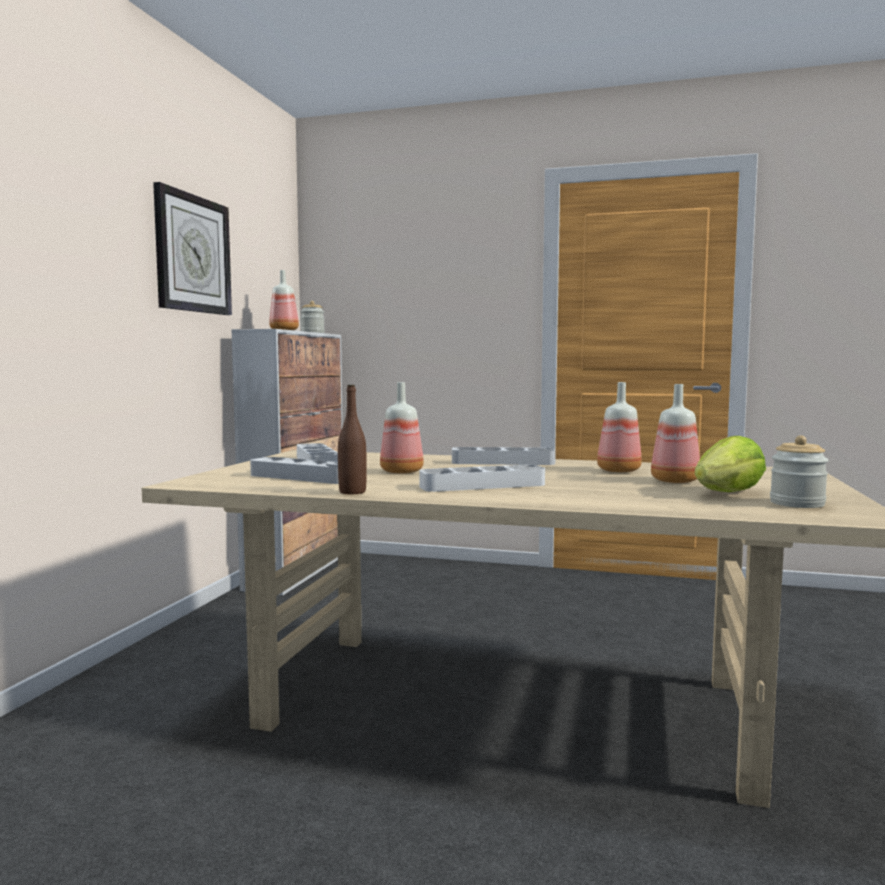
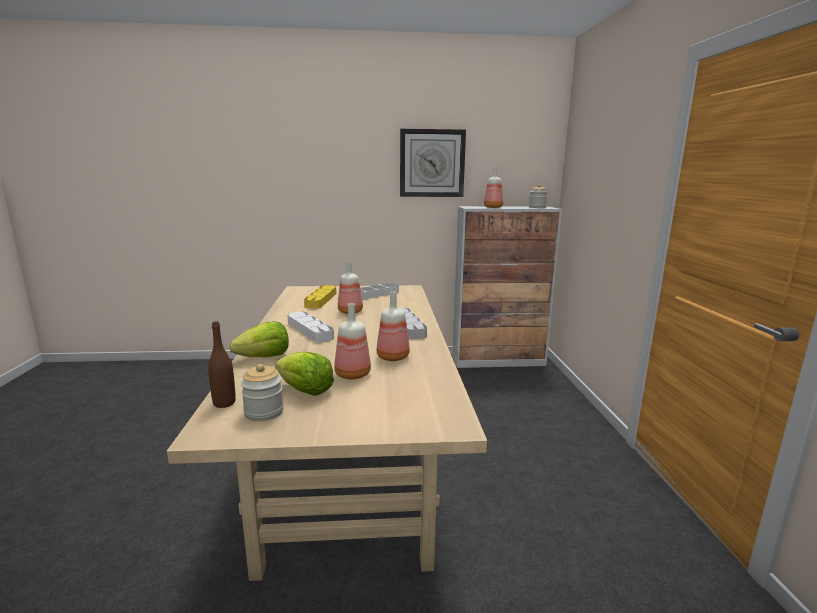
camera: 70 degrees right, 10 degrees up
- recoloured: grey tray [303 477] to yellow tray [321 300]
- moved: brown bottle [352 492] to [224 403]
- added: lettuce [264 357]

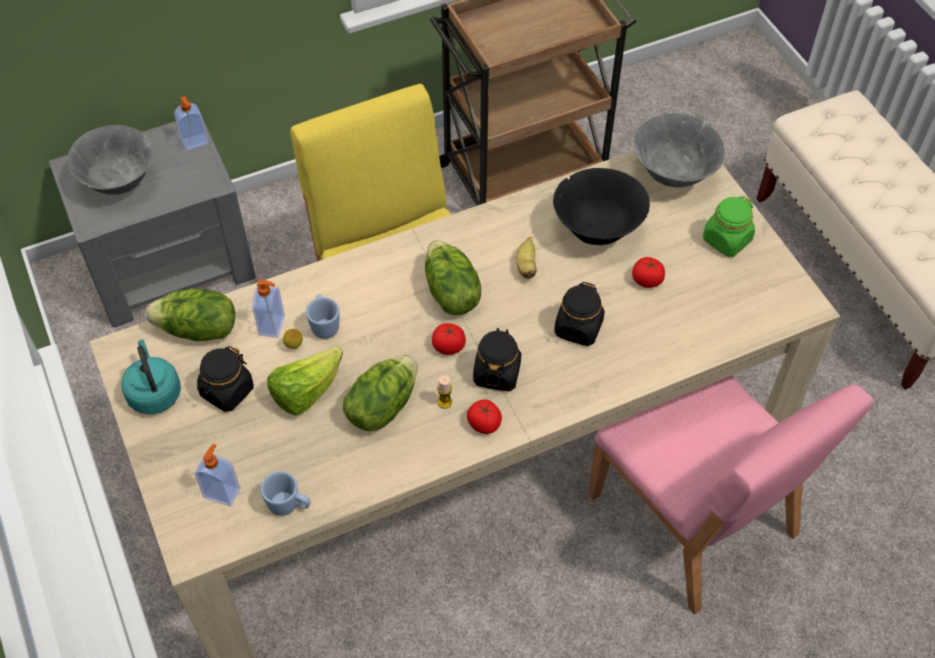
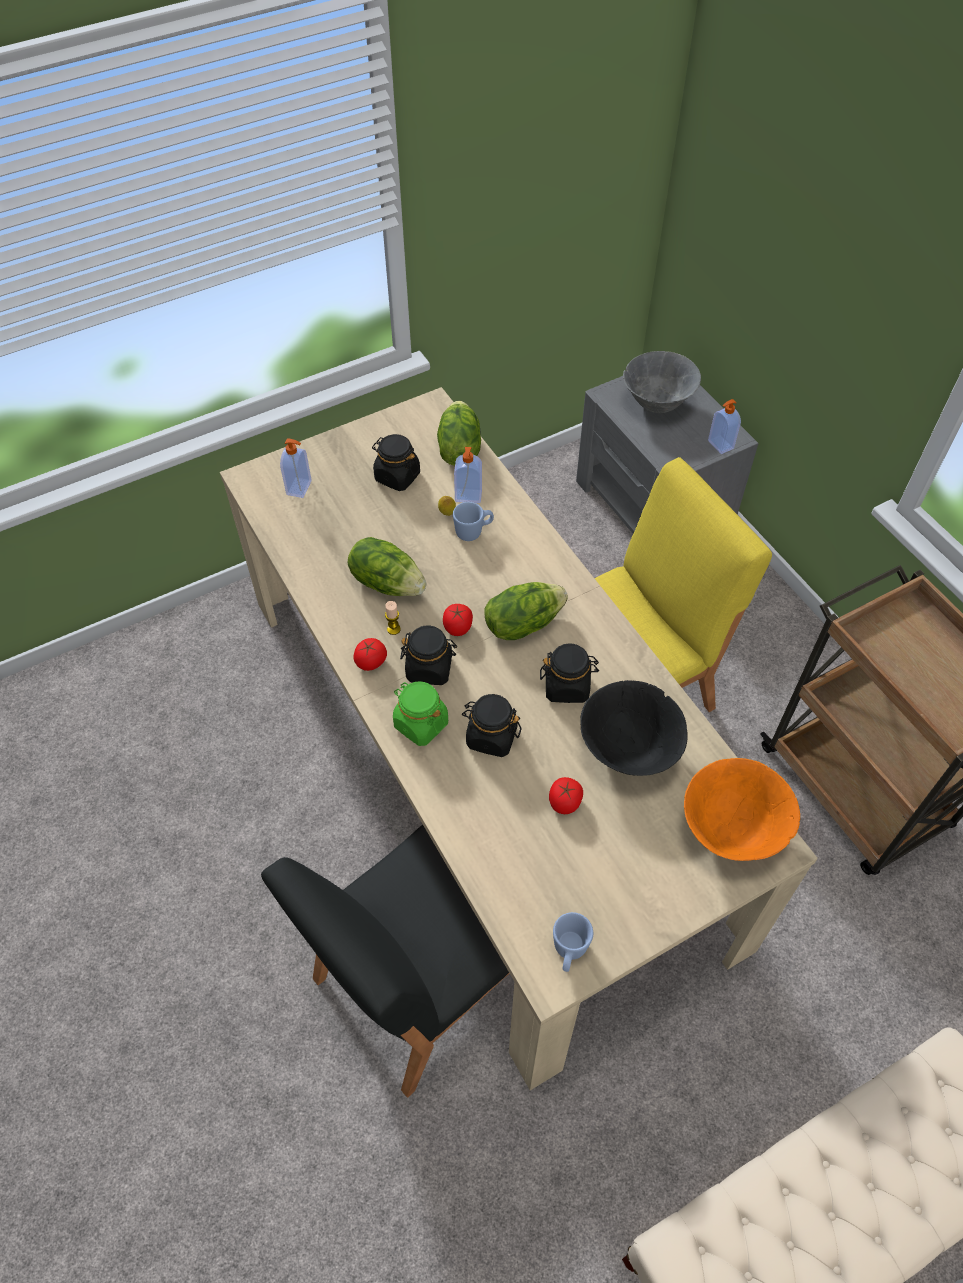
camera: 85 degrees right, 0 degrees up
- removed: turquoise kettle [154 392]
- moved: blue mug [289 505] to [569 951]
- removed: lettuce [306 392]
- replaced: banana [526 266] to black jar [567 686]
- recoloured: pink chair [693 517] to black chair [422 979]
- recoloured: grey bowl [673 175] to orange bowl [731 830]
- moved: green jar [726 240] to [420 724]

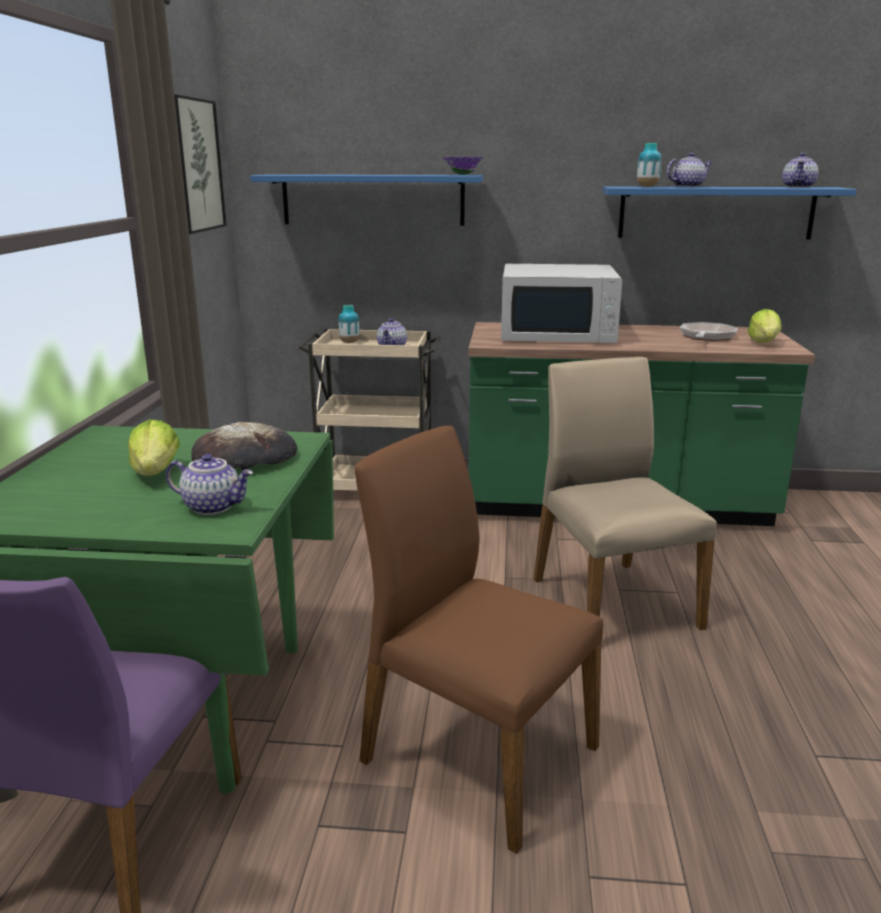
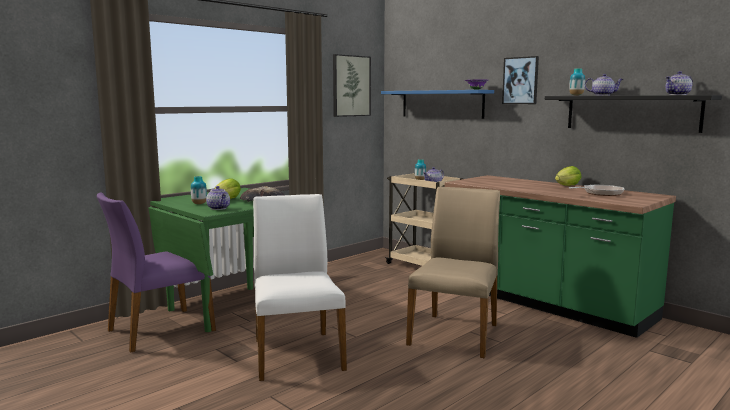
camera: 40 degrees right, 10 degrees down
- recoloured: brown chair [476 754] to white chair [296 354]
- removed: white microwave [558 333]
- recoloured: blue shelf [715 212] to black shelf [631 113]
- moved: lettuce [764 343] to [567 186]
- added: vase [199 204]
- added: picture [520 80]

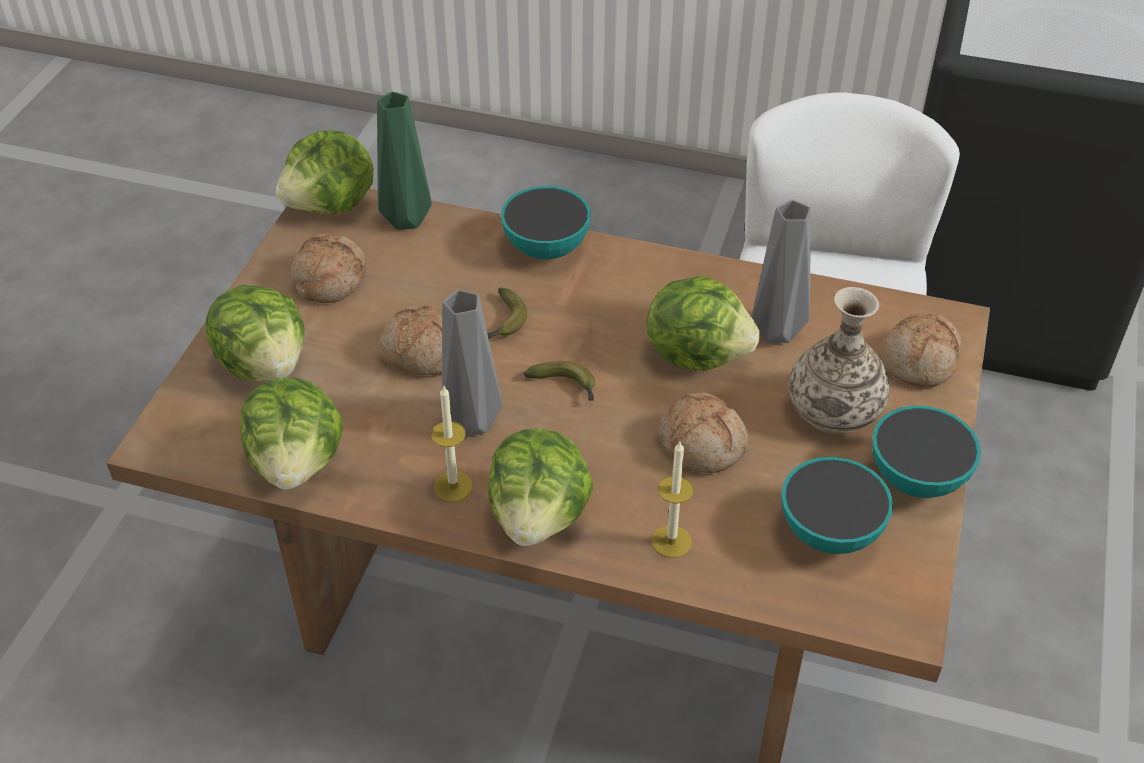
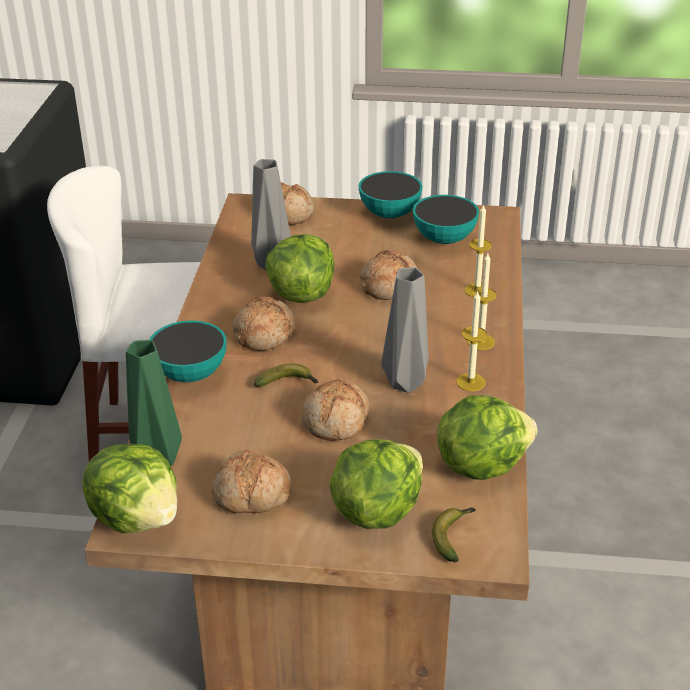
camera: 100 degrees left, 10 degrees down
- replaced: lettuce [539 517] to candle [481 341]
- moved: banana [566 386] to [454 536]
- removed: vase [834 410]
- added: bread [263 334]

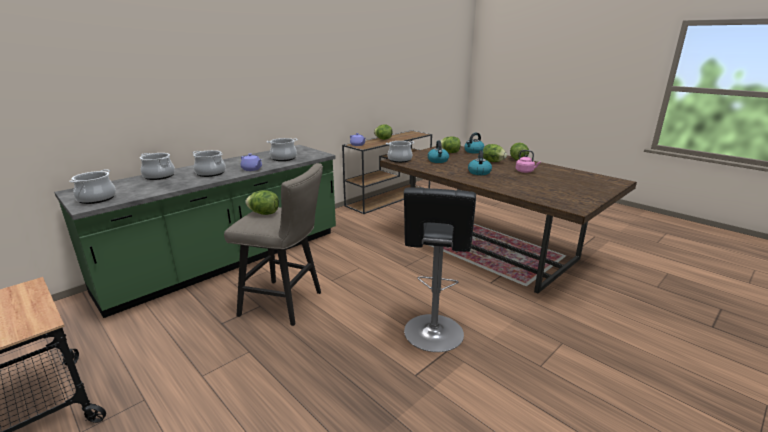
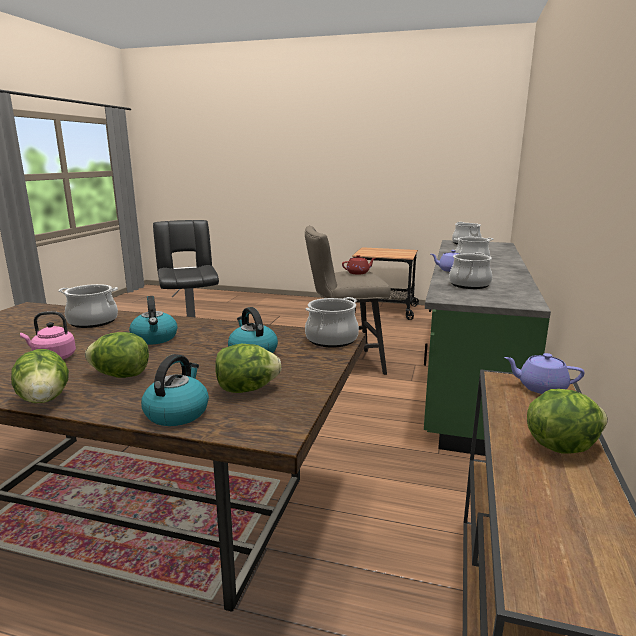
camera: 150 degrees right, 5 degrees down
- moved: cooking pot [159 176] to [93 321]
- replaced: lettuce [264 213] to red teapot [358 273]

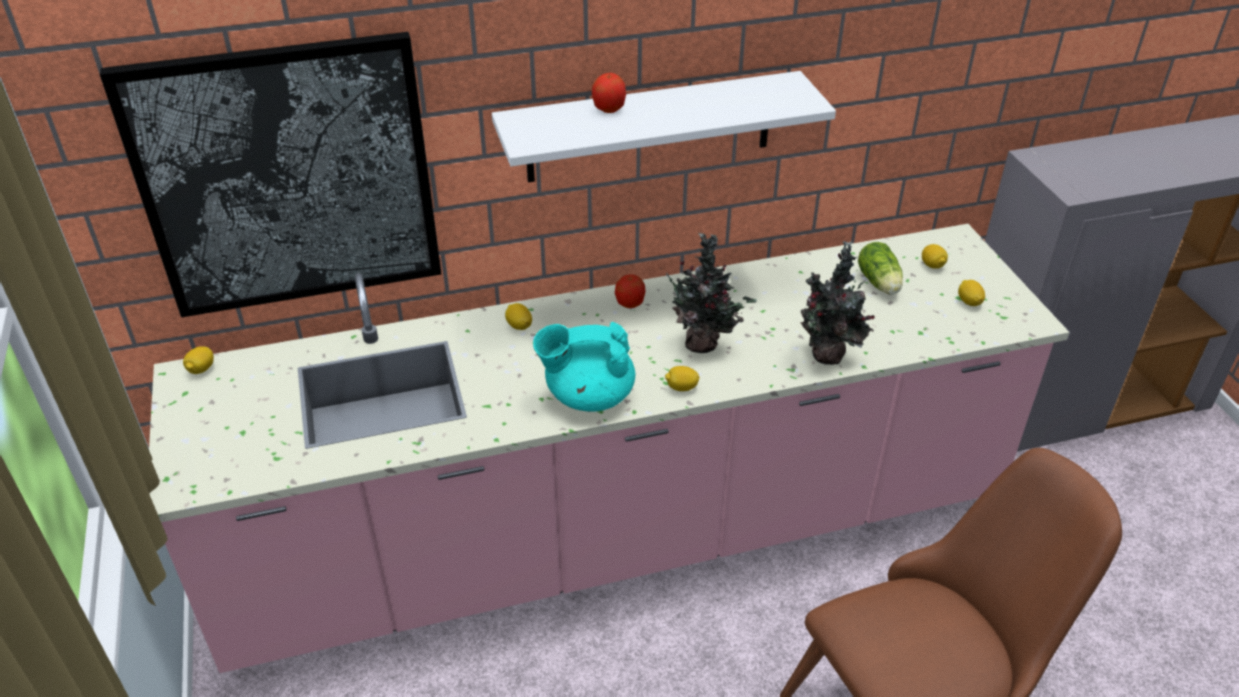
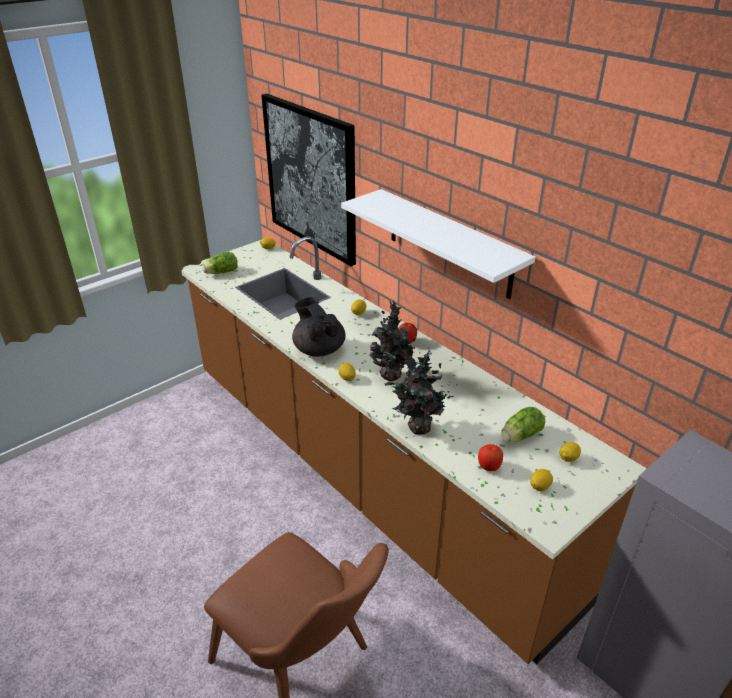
camera: 65 degrees right, 5 degrees down
- recoloured: pink counter [619 536] to brown counter [366 473]
- recoloured: turquoise teapot [588 396] to black teapot [319 349]
- moved: apple [609 109] to [489 466]
- added: lettuce [220 272]

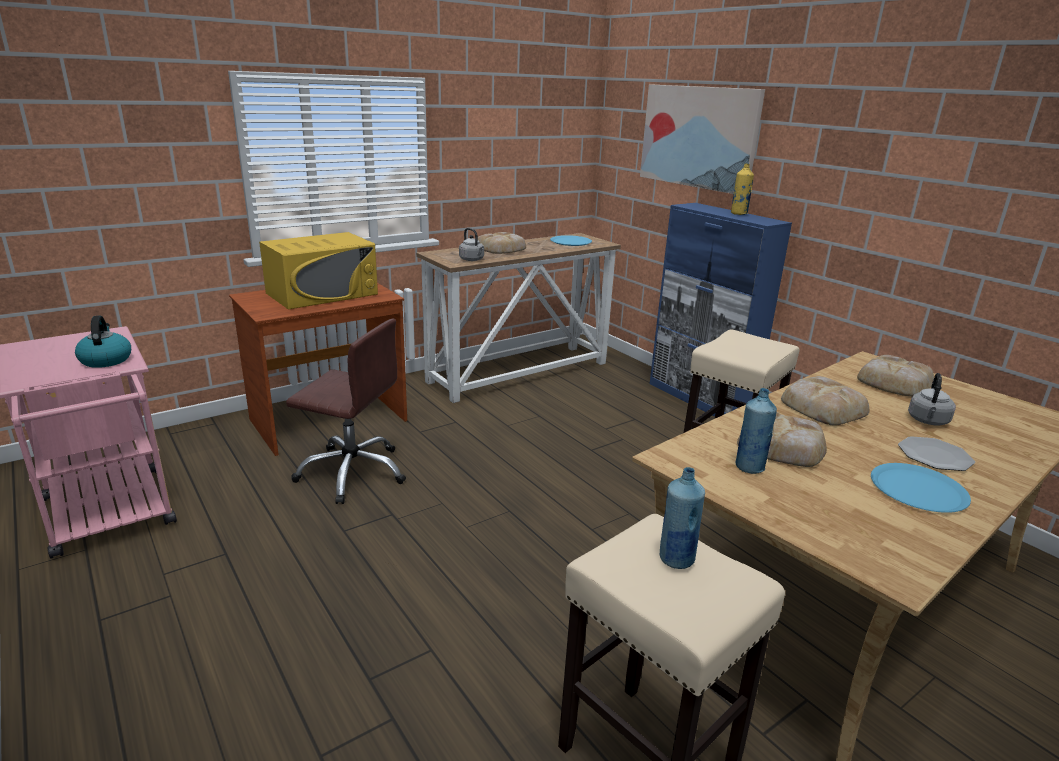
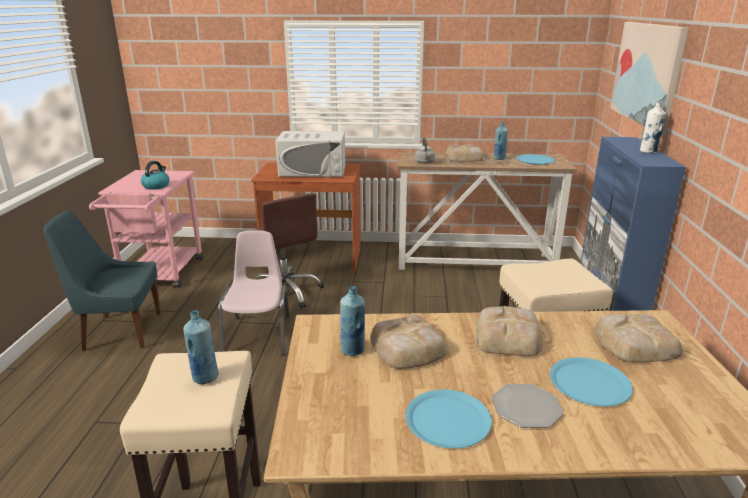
camera: 40 degrees right, 0 degrees up
- recoloured: yellow microwave [322 293] to white microwave [313 170]
- recoloured: yellow bottle [739 214] to white bottle [648 152]
- replaced: grey kettle [927 421] to blue plate [589 383]
- added: blue chair [119 331]
- added: pink chair [258 335]
- added: blue bottle [499 158]

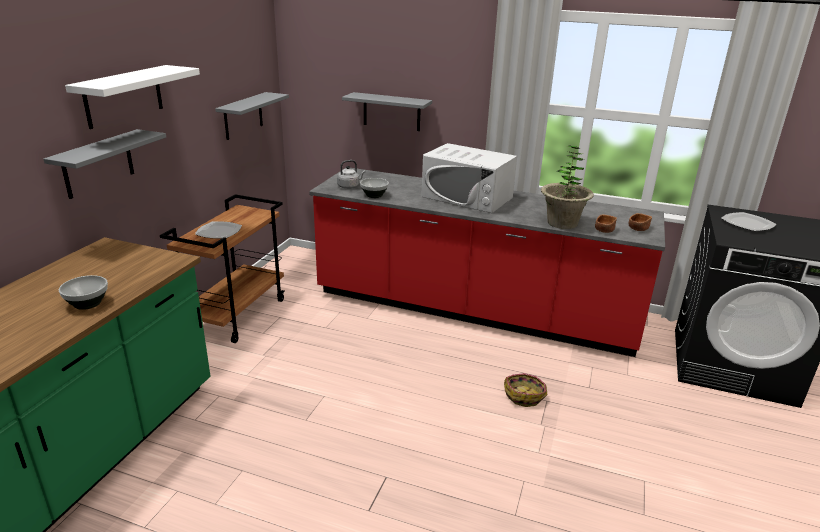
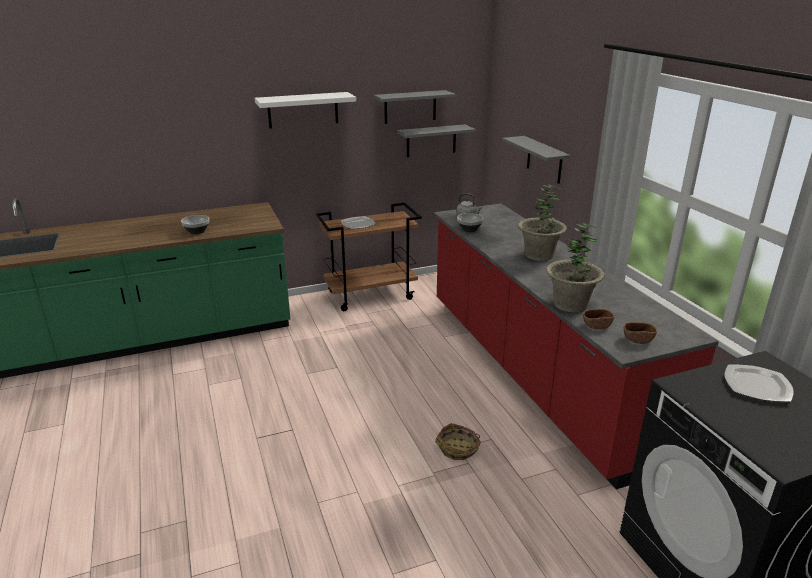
camera: 50 degrees right, 0 degrees up
- moved: grey shelf [98 164] to [410 107]
- replaced: white microwave [467 197] to potted plant [539 255]

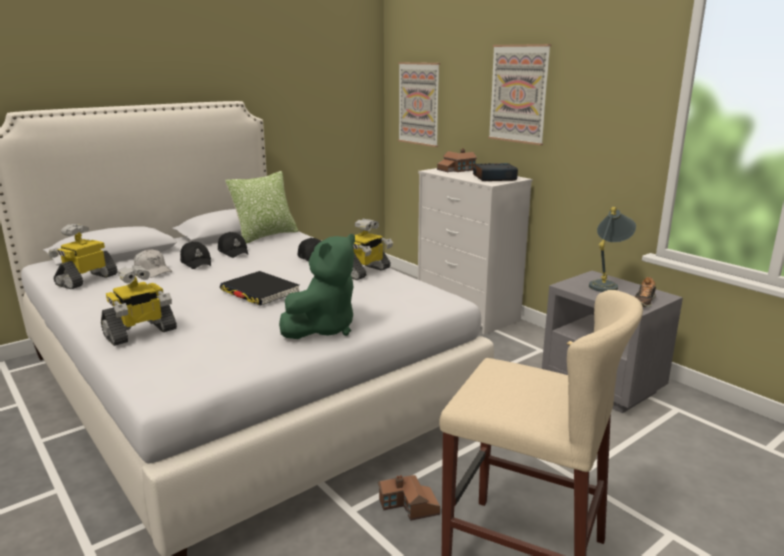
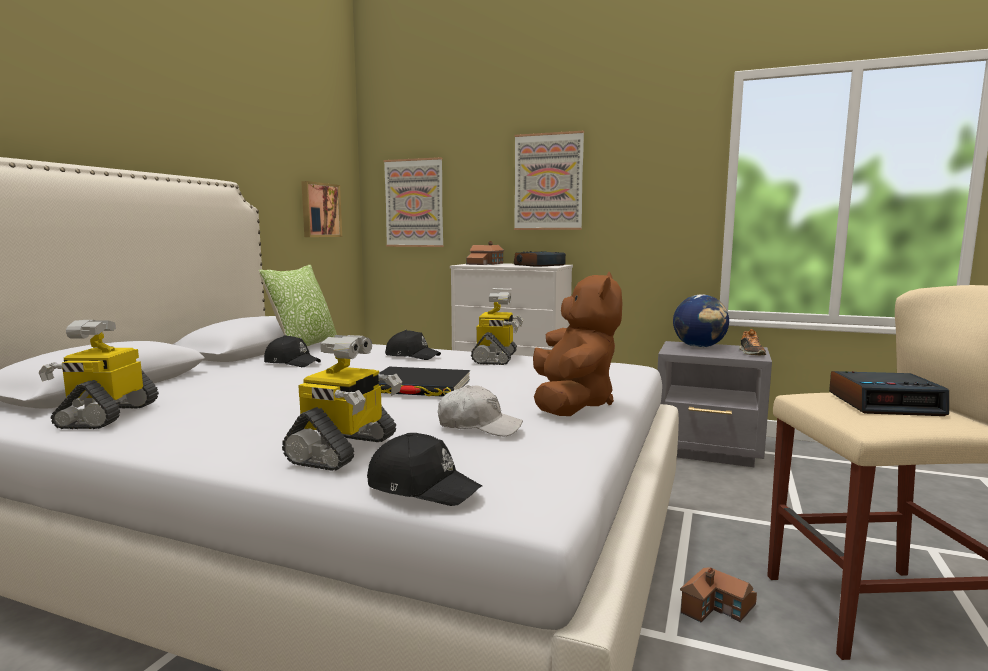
camera: 30 degrees left, 10 degrees down
- moved: white cap [153 271] to [479 426]
- moved: black cap [196 262] to [422 486]
- recoloured: green plush toy [323 328] to brown plush toy [571 404]
- replaced: grey table lamp [607 284] to globe [699 347]
- added: picture [320 210]
- added: alarm clock [885 404]

